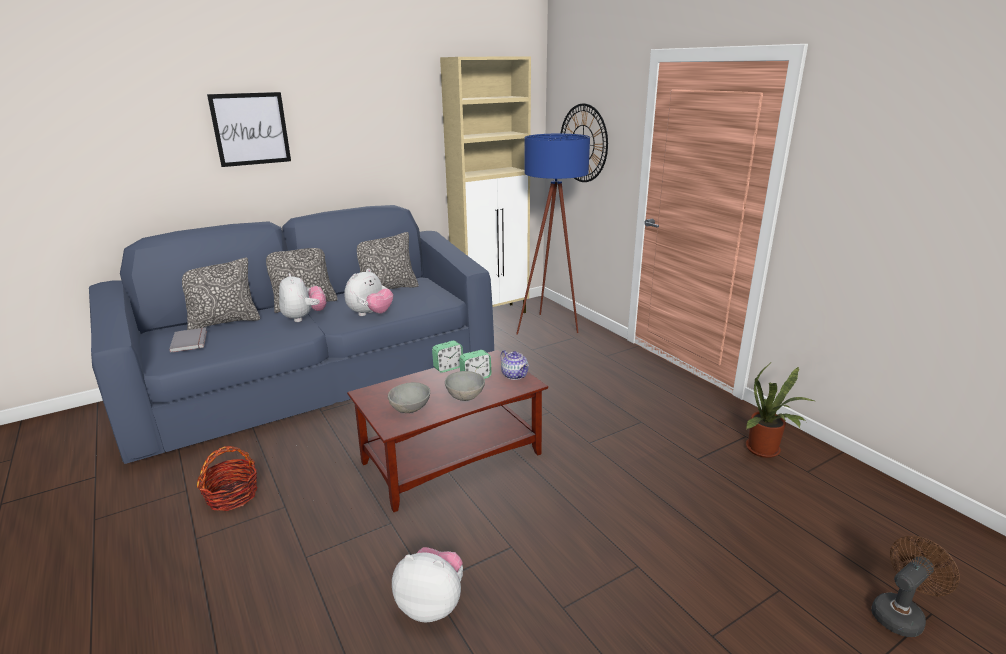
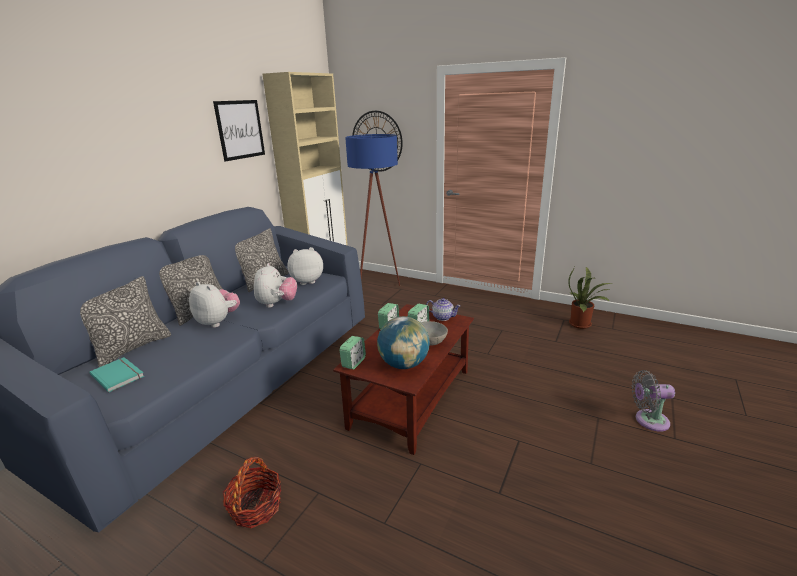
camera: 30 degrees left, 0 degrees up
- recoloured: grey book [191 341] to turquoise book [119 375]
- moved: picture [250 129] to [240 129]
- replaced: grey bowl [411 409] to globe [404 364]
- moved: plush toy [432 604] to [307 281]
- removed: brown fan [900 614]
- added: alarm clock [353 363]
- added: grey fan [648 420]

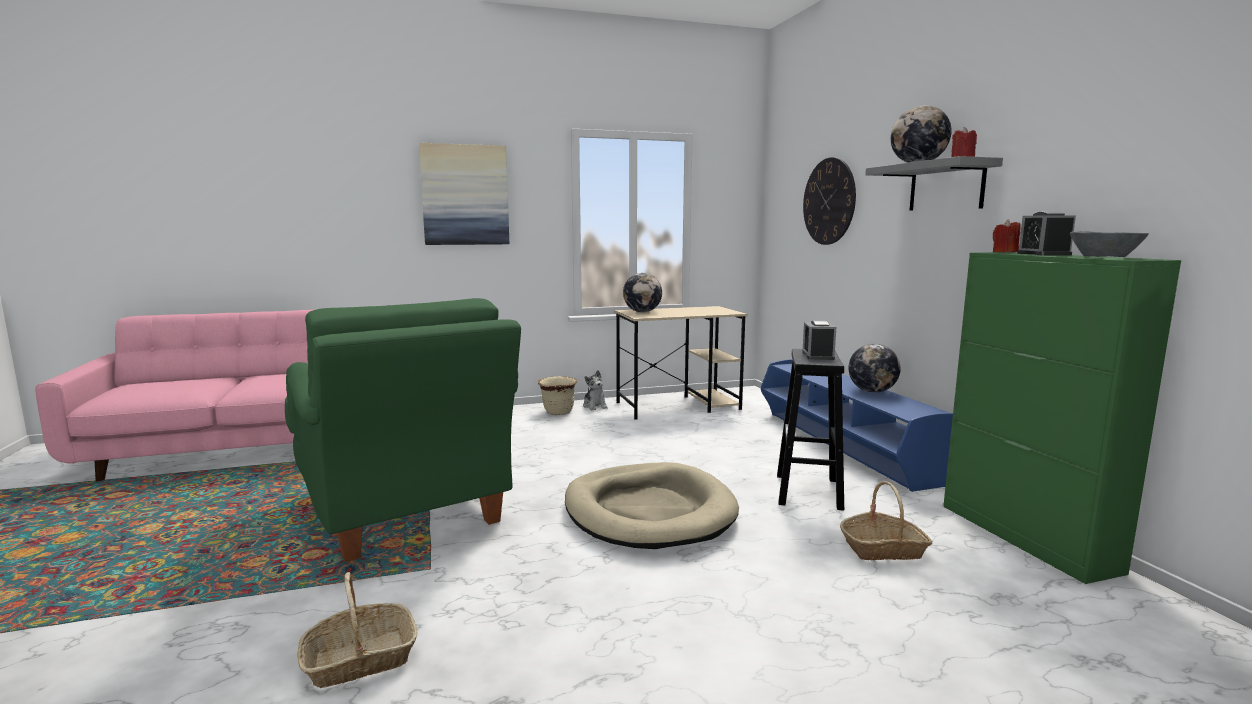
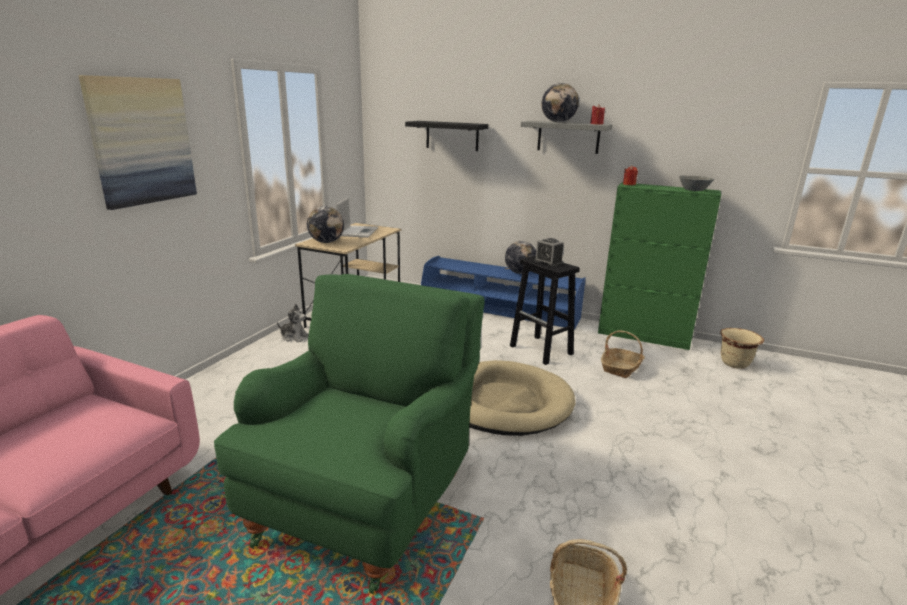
camera: 50 degrees left, 10 degrees up
- turned: green armchair [405 513] = [367 497] 75 degrees counterclockwise
- moved: beige planter [558 412] to [735 364]
- replaced: wall clock [829 201] to black shelf [452 136]
- removed: alarm clock [1043 254]
- added: laptop [358 232]

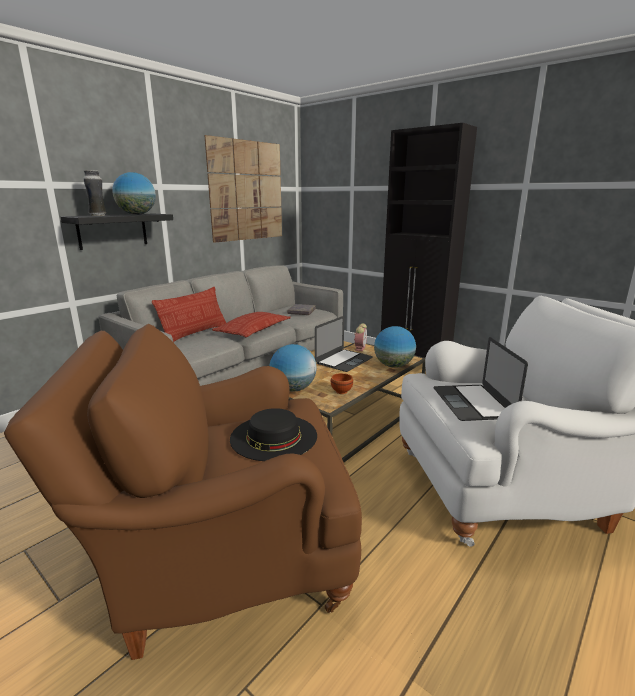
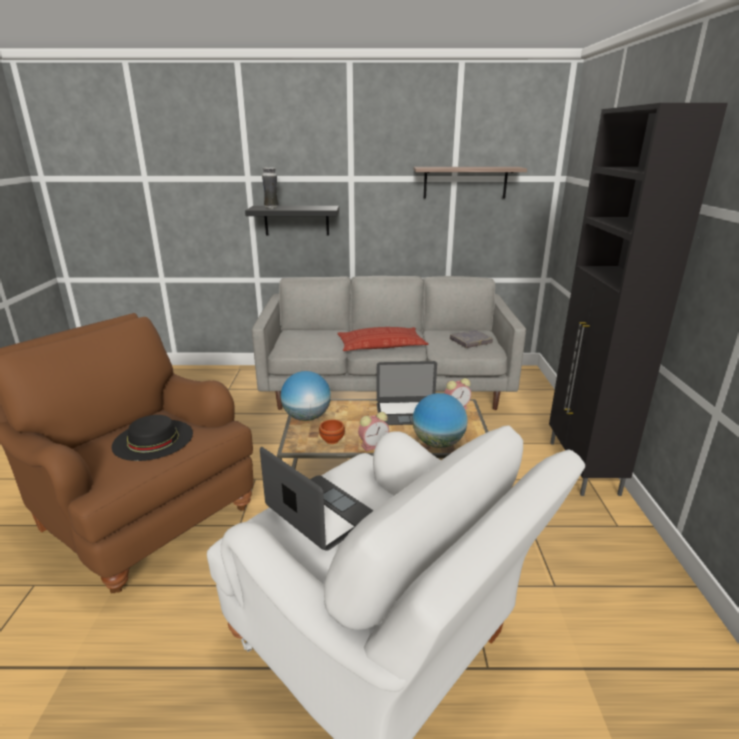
camera: 50 degrees right, 5 degrees up
- removed: globe [137 214]
- removed: pillow [194 334]
- replaced: picture [246 191] to shelf [465 182]
- turned: laptop [473 402] = [320 512] 90 degrees clockwise
- added: alarm clock [374 445]

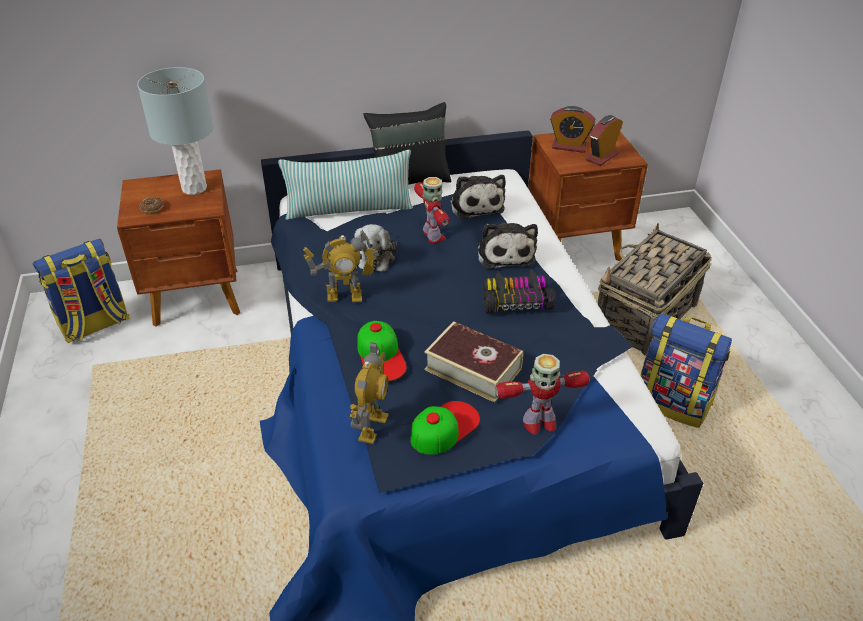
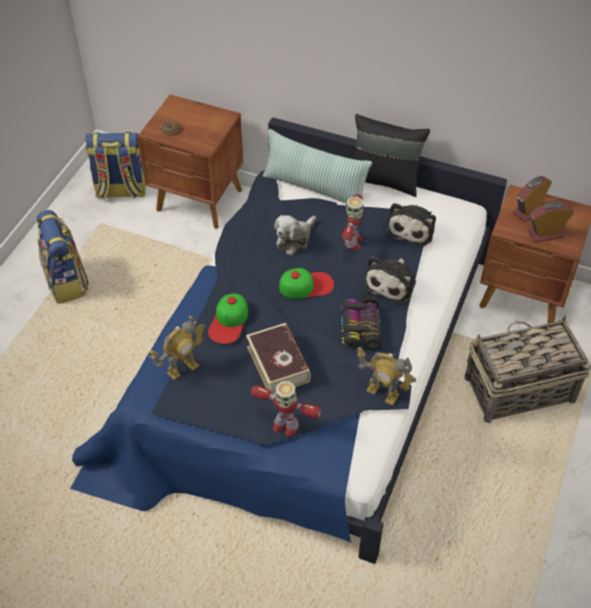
camera: 35 degrees right, 10 degrees up
- removed: grey table lamp [194 188]
- moved: toy robot [344 296] to [382 393]
- moved: cap [444 427] to [306 285]
- turned: toy car [516 300] = [359 327] 120 degrees counterclockwise
- turned: alarm clock [569 146] = [528 210] 90 degrees clockwise
- moved: backpack [673 403] to [67 282]

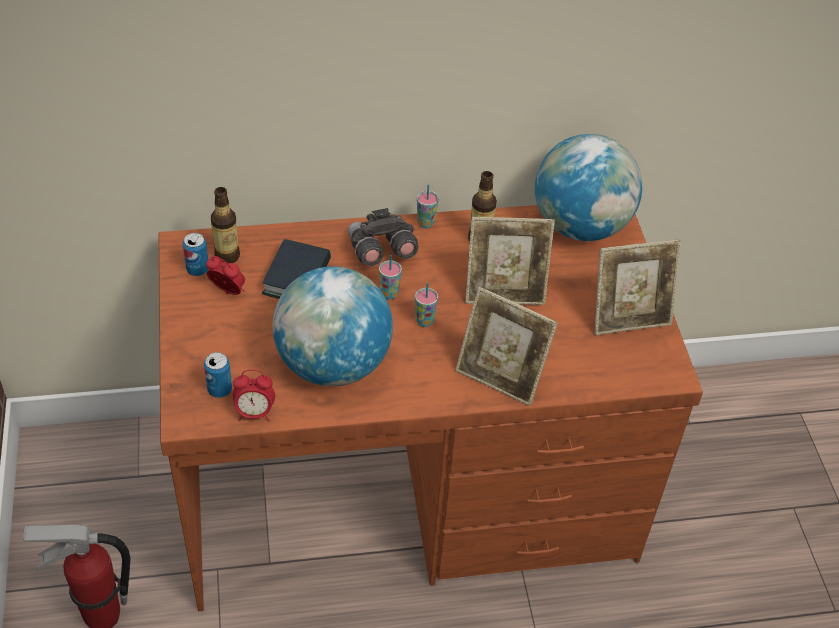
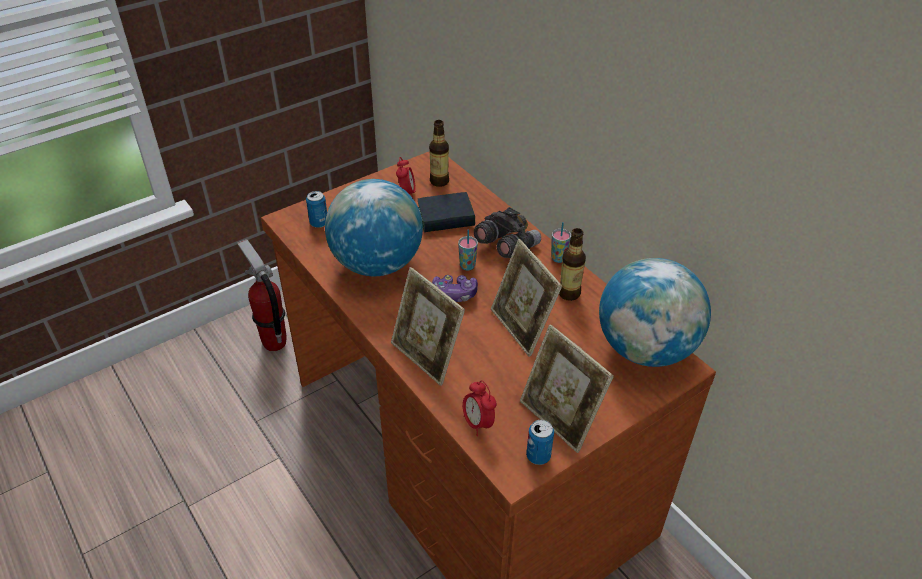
camera: 65 degrees right, 5 degrees down
- moved: can [197 269] to [538 456]
- moved: alarm clock [254 413] to [478 423]
- replaced: cup [424 321] to game controller [454 294]
- turned: picture frame [500 378] = [427 357] 45 degrees counterclockwise

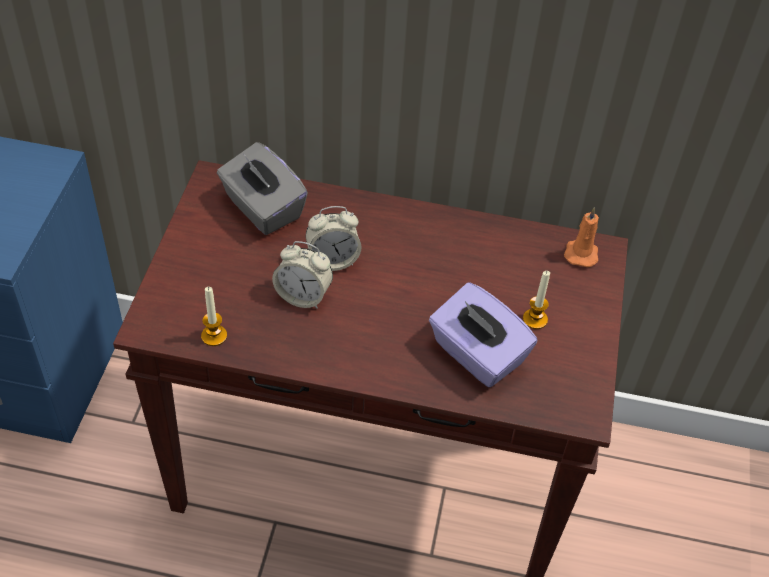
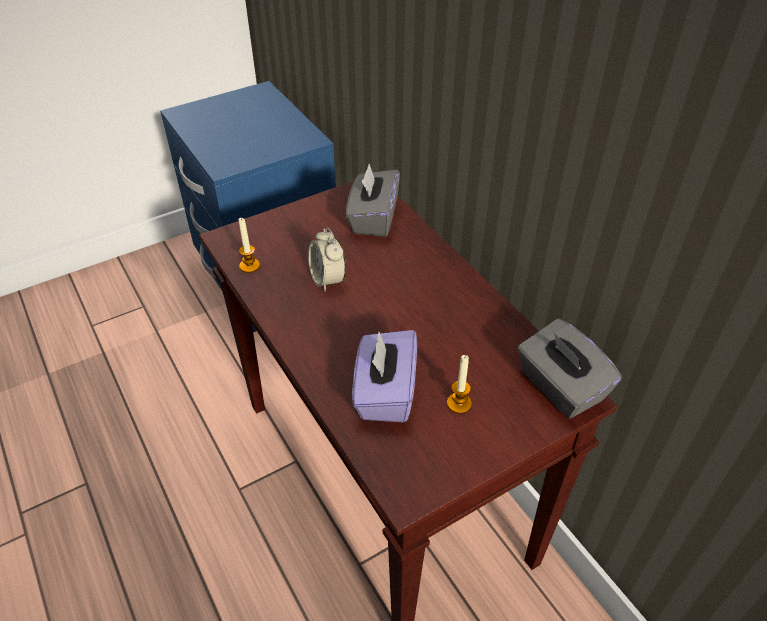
camera: 50 degrees right, 5 degrees down
- removed: alarm clock [332 260]
- replaced: orange candle [581 253] to grey tissue box [560 387]

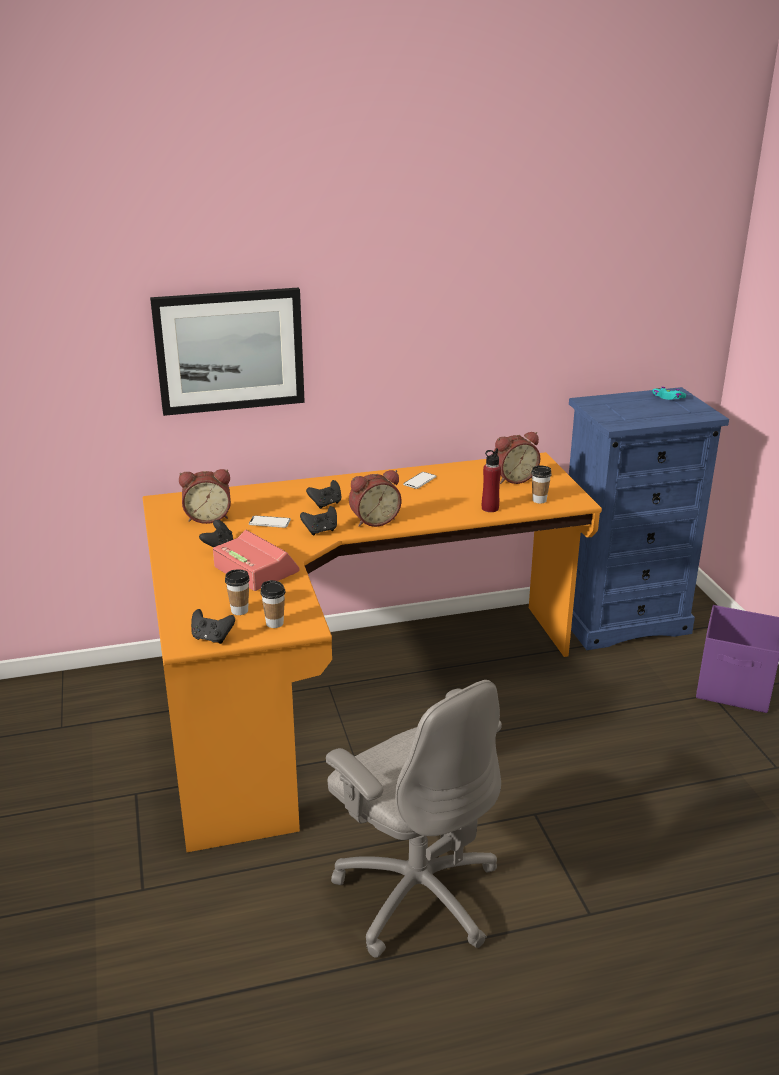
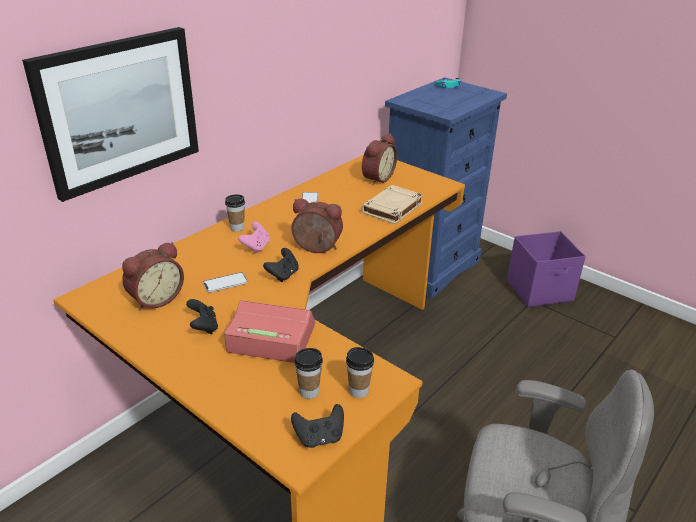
camera: 35 degrees left, 5 degrees up
- recoloured: black game controller [326 504] to pink game controller [256 247]
- turned: alarm clock [374 520] = [316 249] 105 degrees counterclockwise
- replaced: red bottle [490 508] to beige book [392 208]
- moved: cup [539 500] to [237 228]

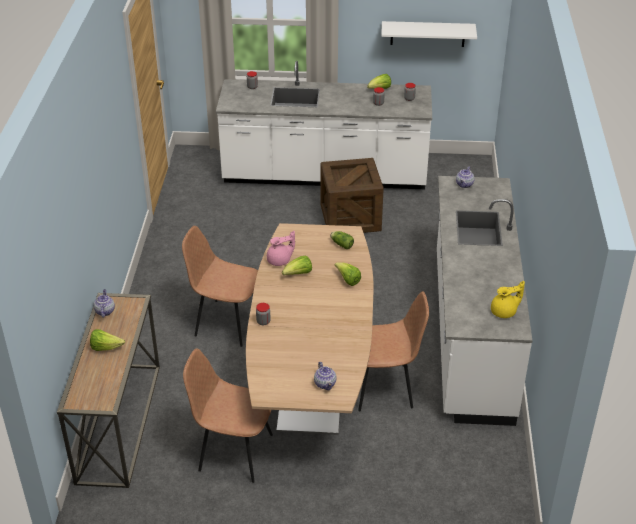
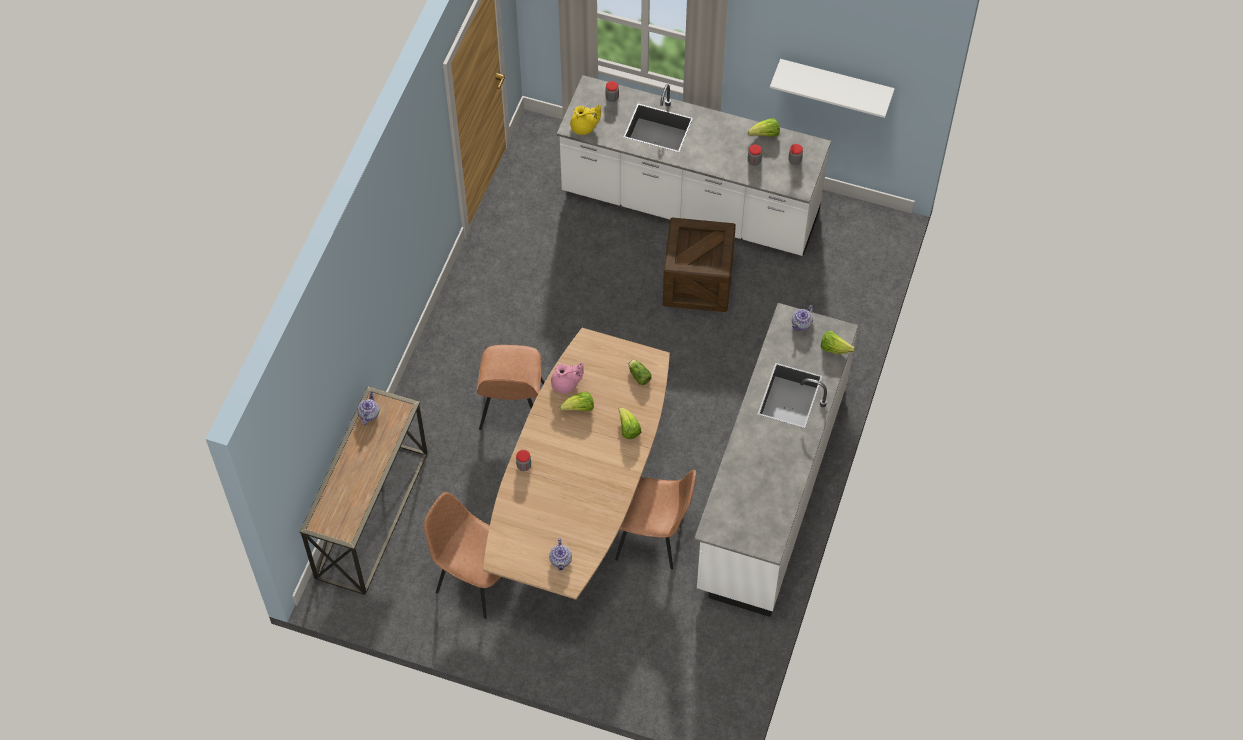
camera: 15 degrees right, 20 degrees up
- moved: lettuce [106 347] to [834 348]
- turned: brown chair [226 322] = [512 409] 120 degrees counterclockwise
- moved: yellow teapot [504 312] to [584 127]

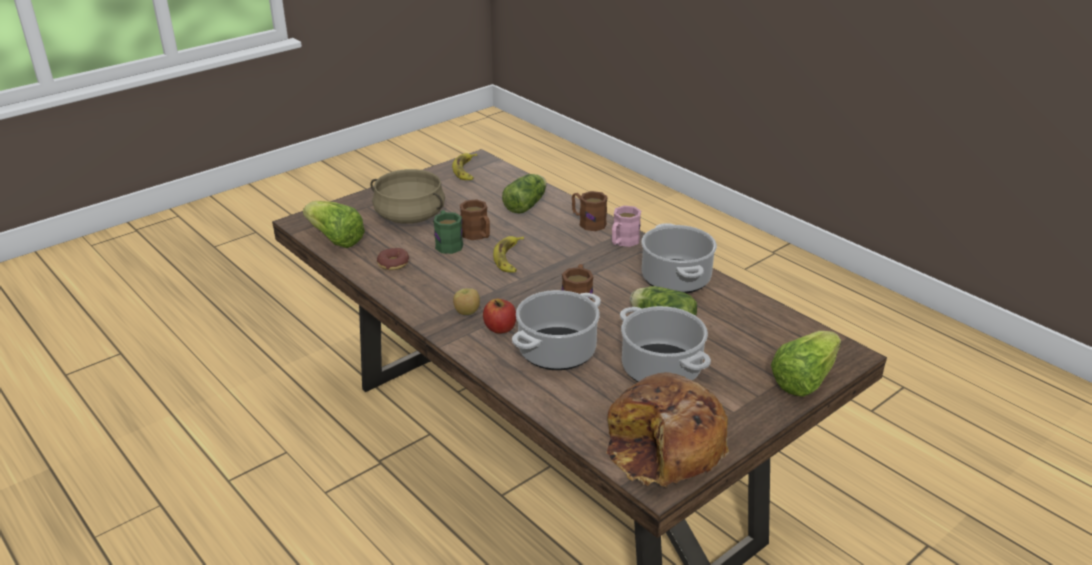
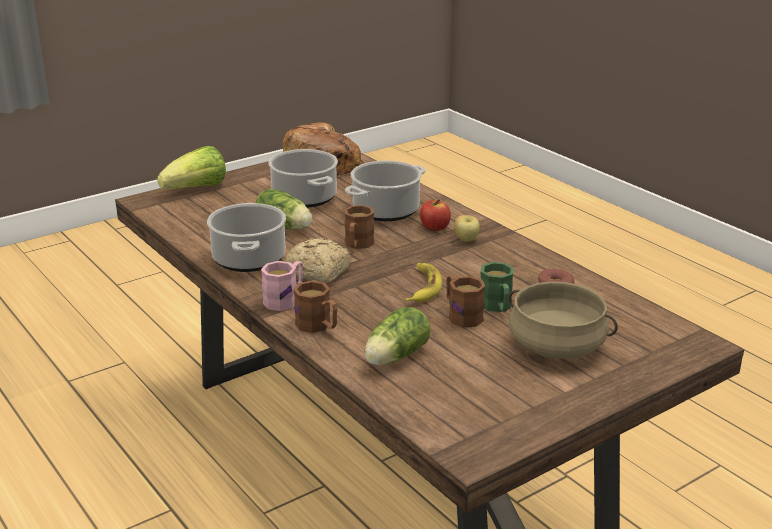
camera: 175 degrees left, 5 degrees down
- removed: lettuce [335 239]
- removed: banana [466 170]
- added: bread [319 272]

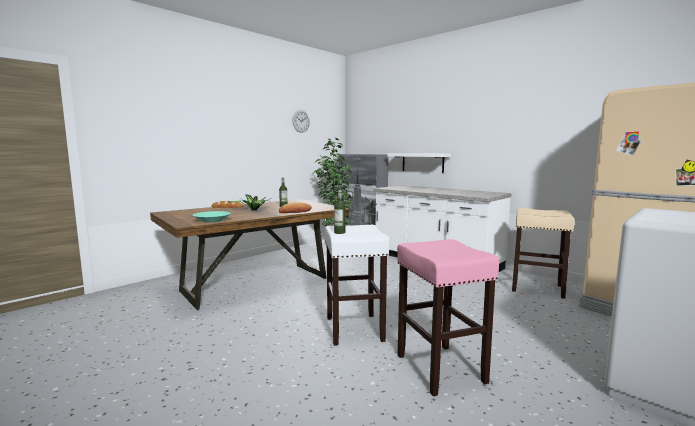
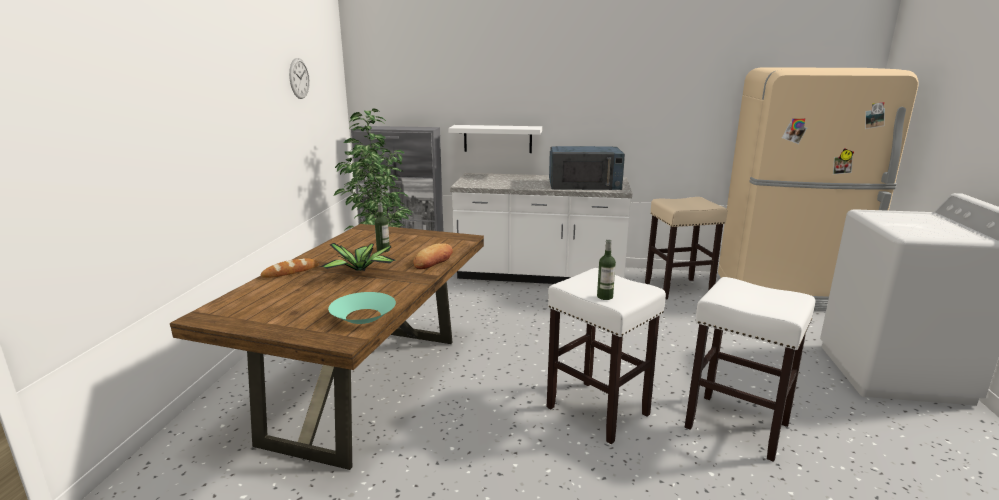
camera: 35 degrees left, 10 degrees up
- recoloured: pink stool [439 368] to white stool [735 425]
- added: blue microwave [585 184]

